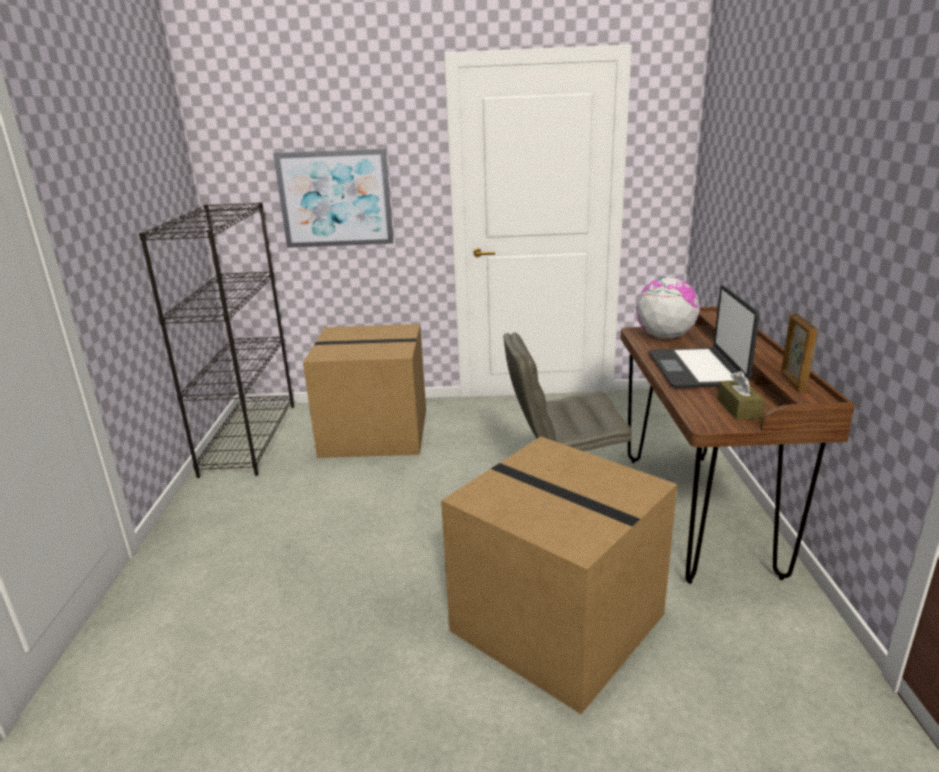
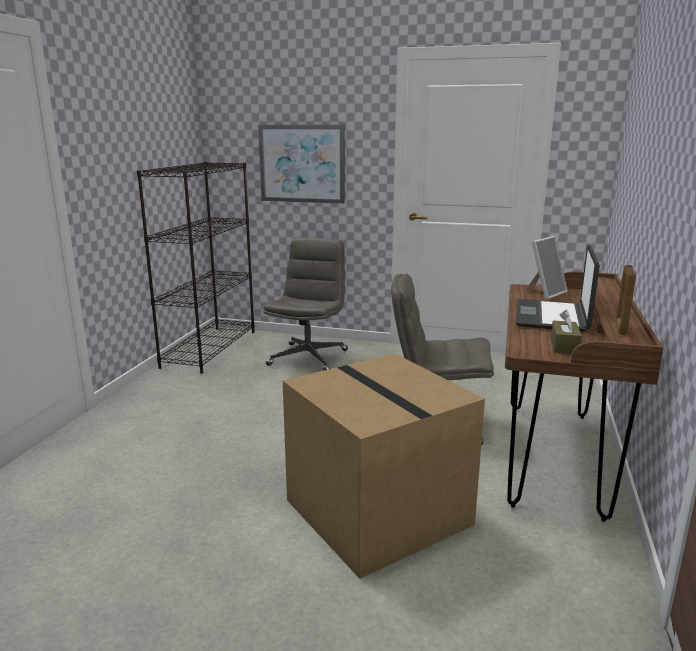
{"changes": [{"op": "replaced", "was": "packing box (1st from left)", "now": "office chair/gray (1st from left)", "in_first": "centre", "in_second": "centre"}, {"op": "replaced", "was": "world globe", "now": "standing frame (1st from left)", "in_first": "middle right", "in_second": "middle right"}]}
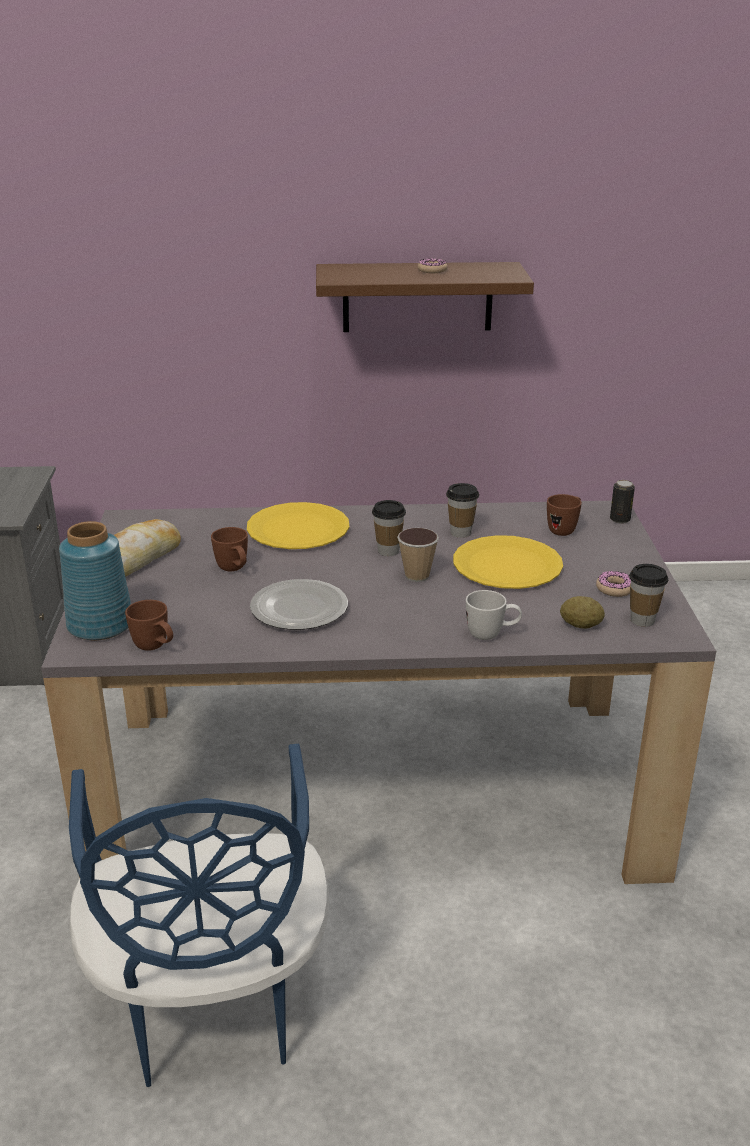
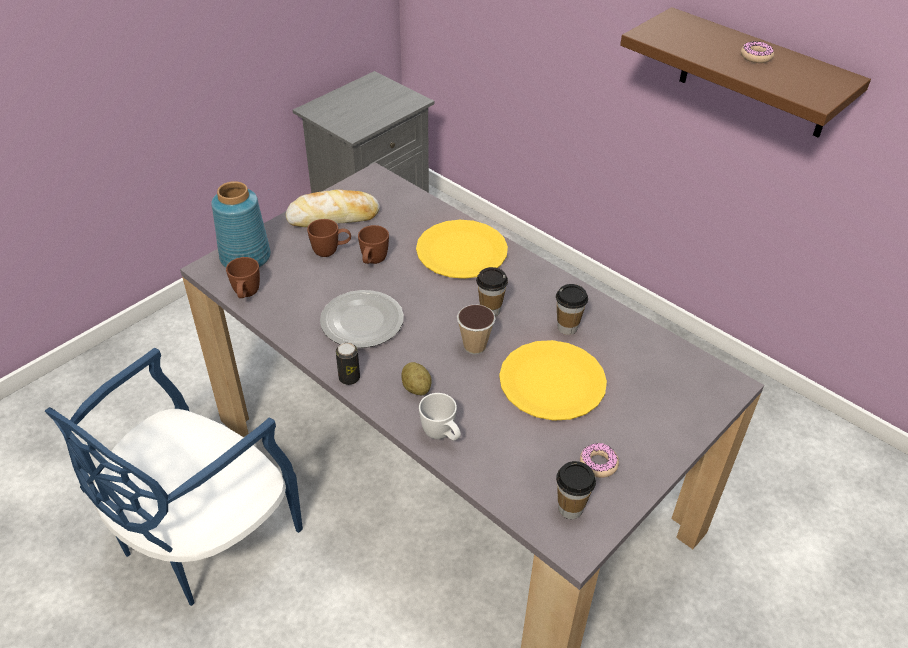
{"changes": [{"op": "moved", "was": "tea mug/brown-coloured (3rd from left in the first image)", "now": "tea mug/brown-coloured (2nd from left)", "in_first": "middle right", "in_second": "centre"}, {"op": "moved", "was": "potato", "in_first": "middle right", "in_second": "centre"}, {"op": "moved", "was": "sealed can", "in_first": "middle right", "in_second": "centre"}]}
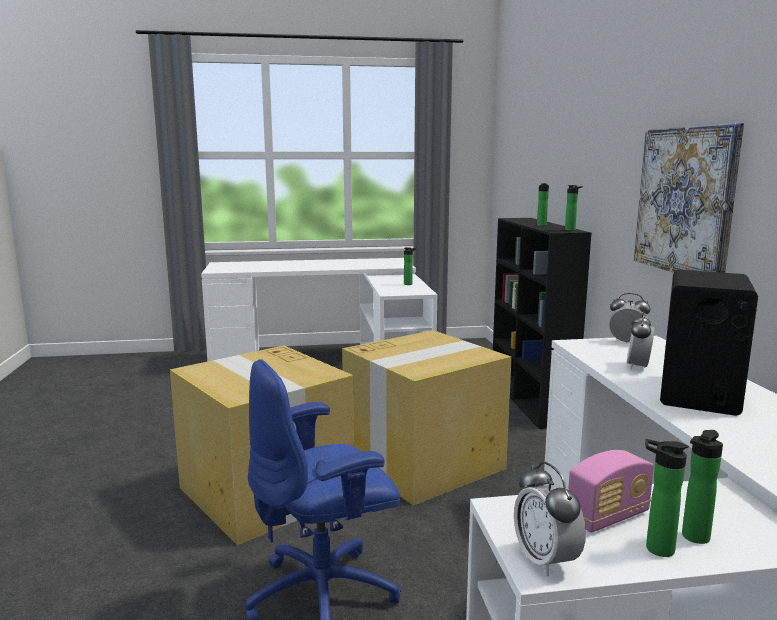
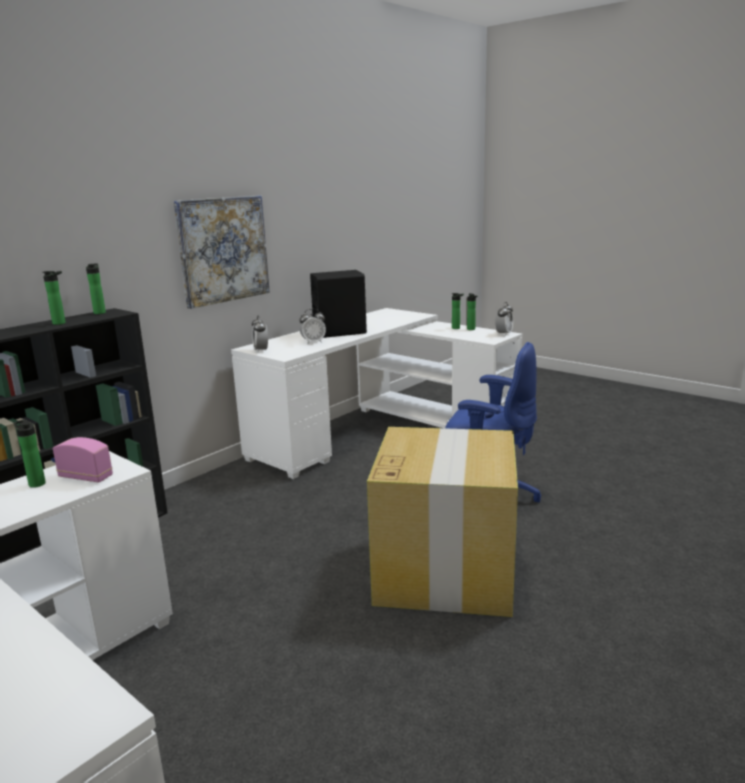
{"changes": [{"op": "removed", "was": "packing box (2nd from left)", "in_first": "bottom centre"}, {"op": "moved", "was": "radio set", "in_first": "bottom right", "in_second": "middle left"}]}
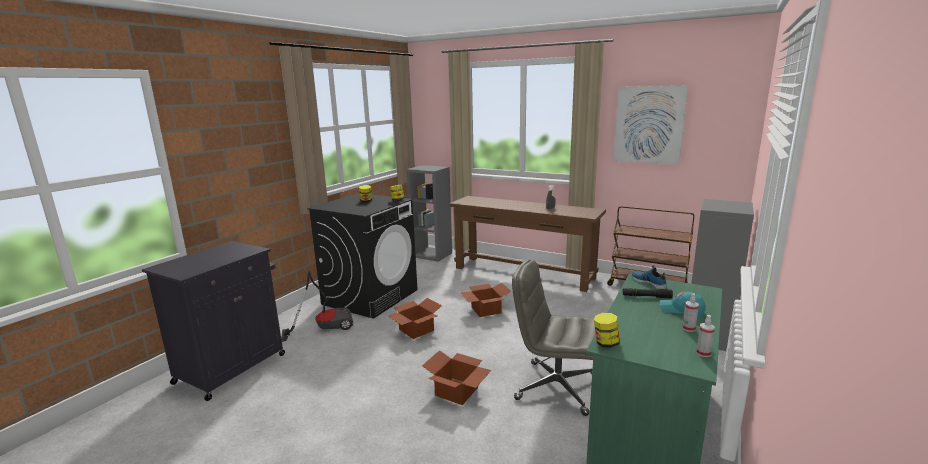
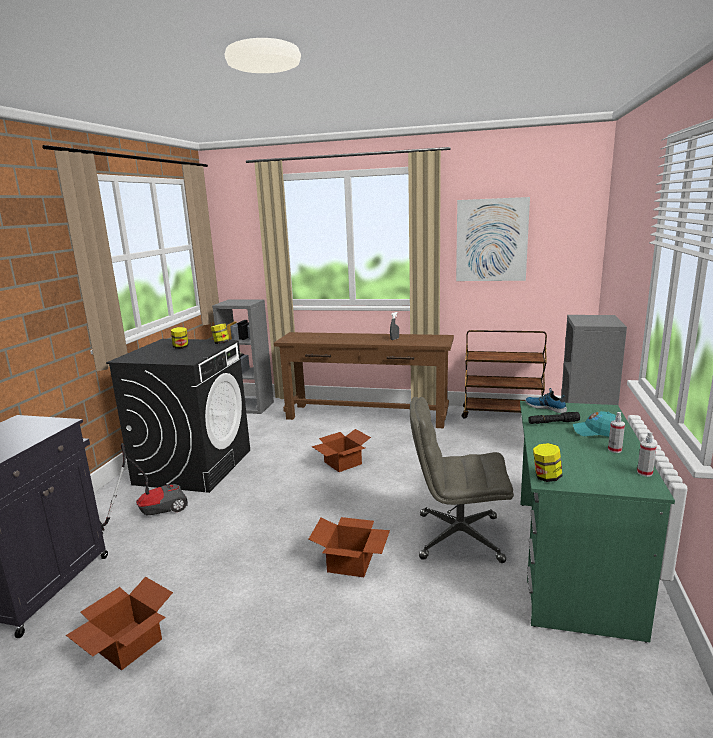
{"changes": [{"op": "moved", "was": "packing box (1st from left)", "in_first": "bottom centre", "in_second": "bottom left"}]}
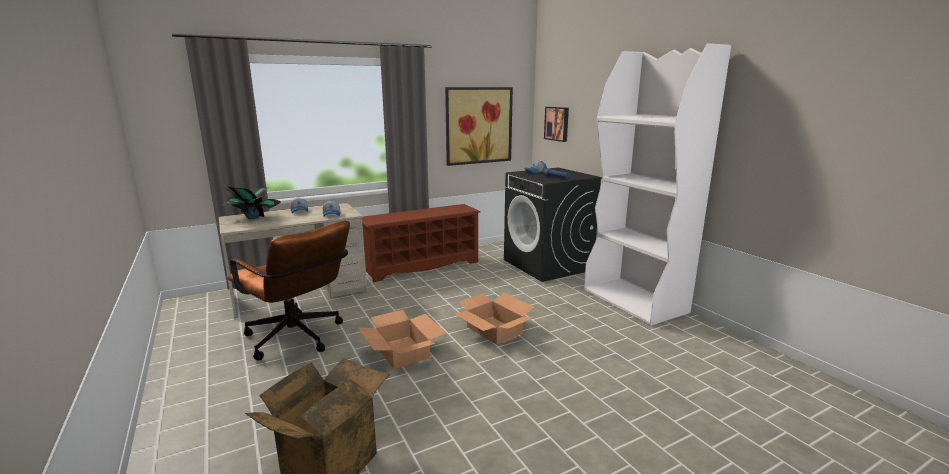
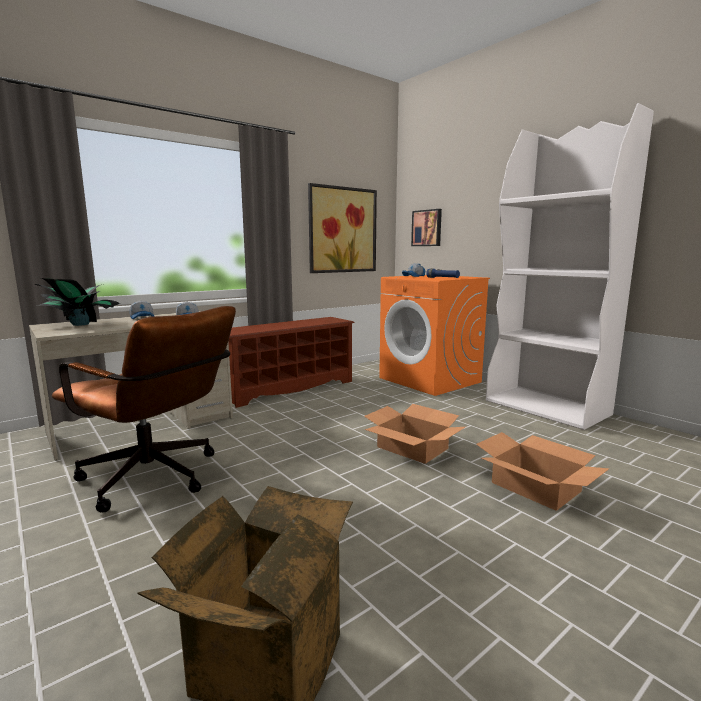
{"changes": [{"op": "moved", "was": "packing box (2nd from left in the first image)", "now": "packing box (3rd from left)", "in_first": "bottom centre", "in_second": "bottom right"}, {"op": "recoloured", "was": "laundry appliance/black-coloured", "now": "laundry appliance/orange-coloured", "in_first": "centre", "in_second": "centre"}]}
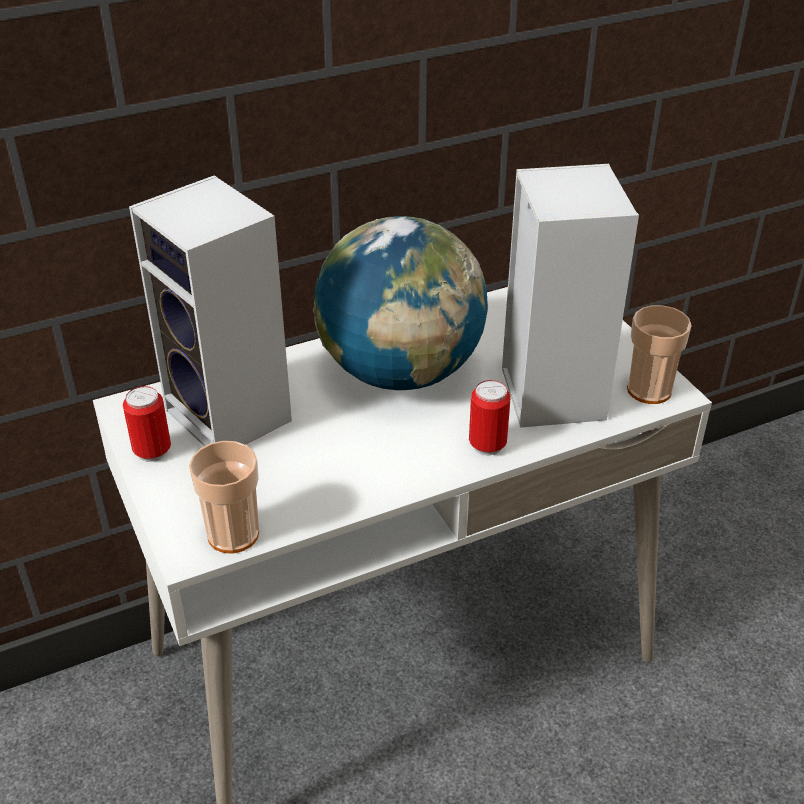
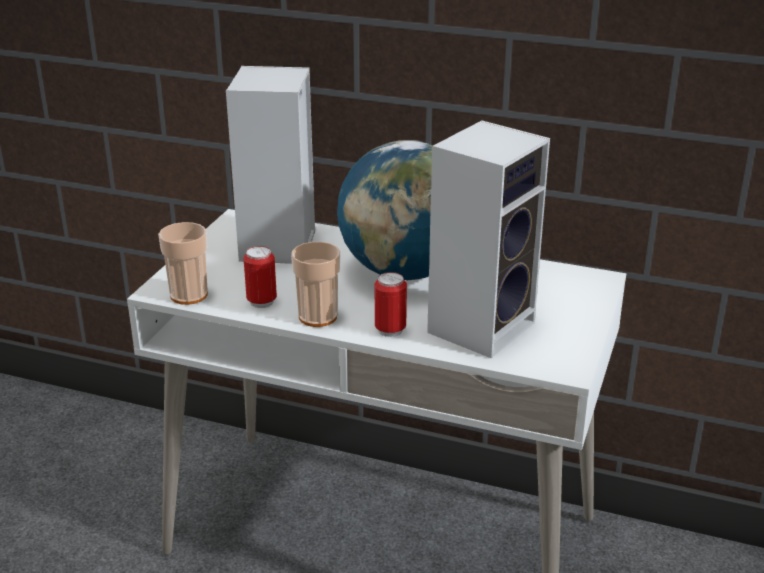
{"changes": [{"op": "moved", "was": "sealed can (1st from left)", "in_first": "middle left", "in_second": "centre"}, {"op": "moved", "was": "cup (2nd from left)", "in_first": "middle right", "in_second": "centre"}]}
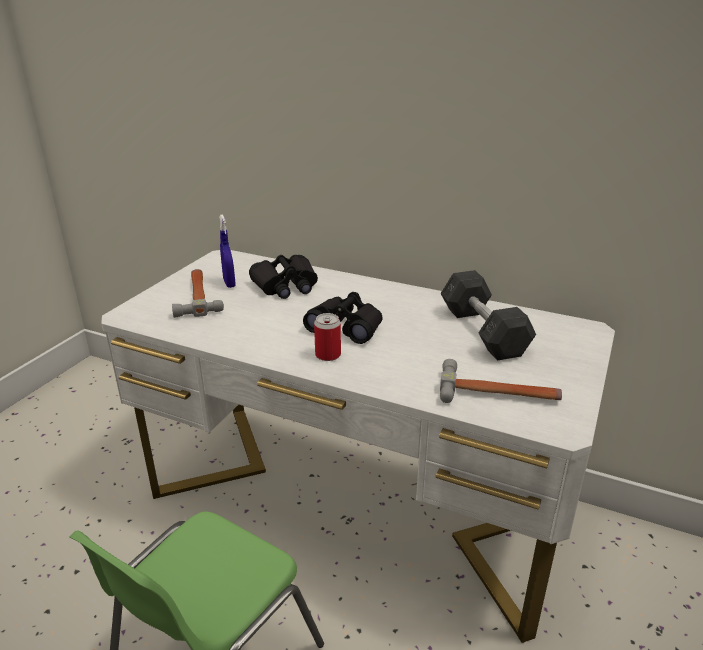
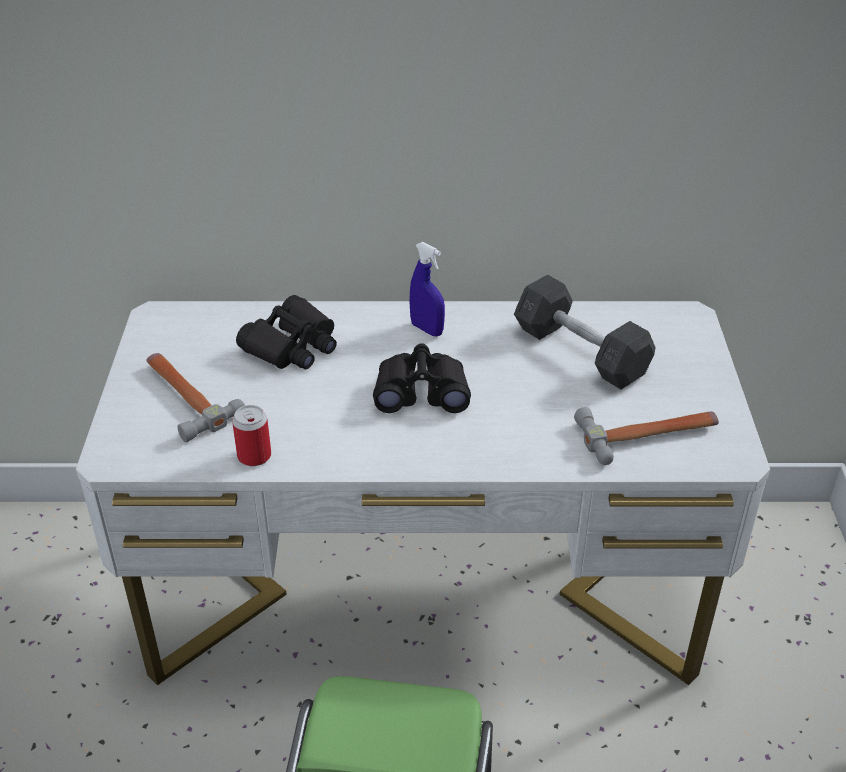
{"changes": [{"op": "moved", "was": "hand sprayer/blue-coloured", "in_first": "middle left", "in_second": "centre"}, {"op": "moved", "was": "sealed can", "in_first": "centre", "in_second": "middle left"}]}
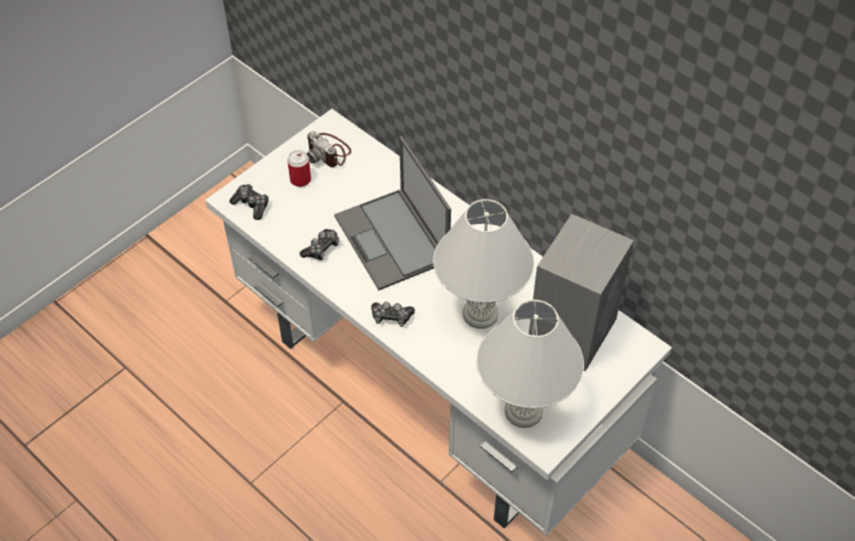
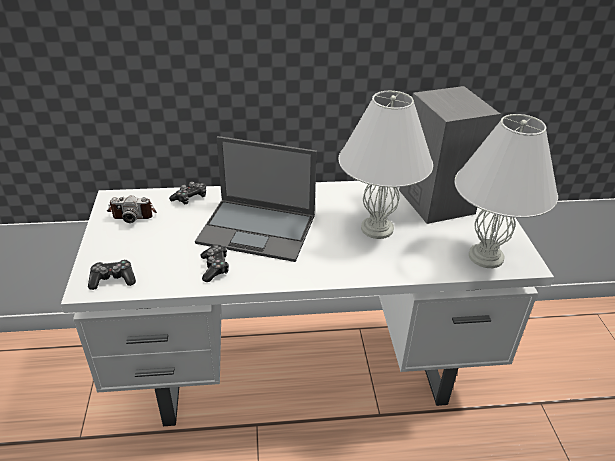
{"changes": [{"op": "removed", "was": "sealed can", "in_first": "top centre"}, {"op": "moved", "was": "joypad (3rd from left in the first image)", "now": "joypad (2nd from left)", "in_first": "centre", "in_second": "middle left"}]}
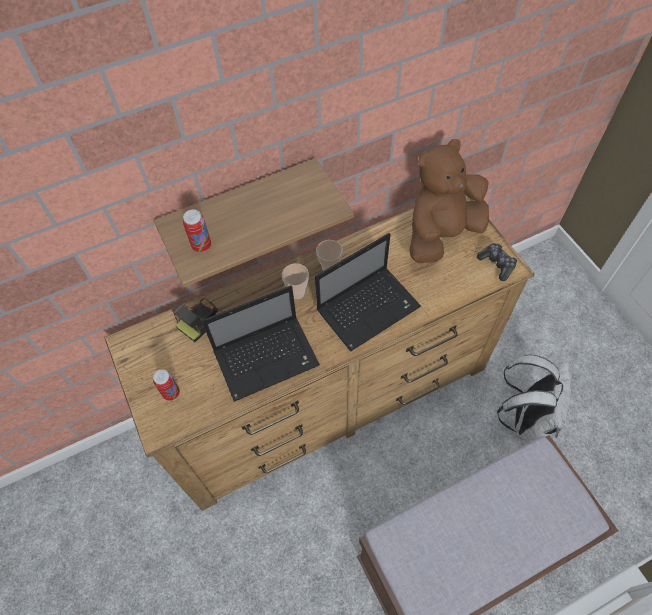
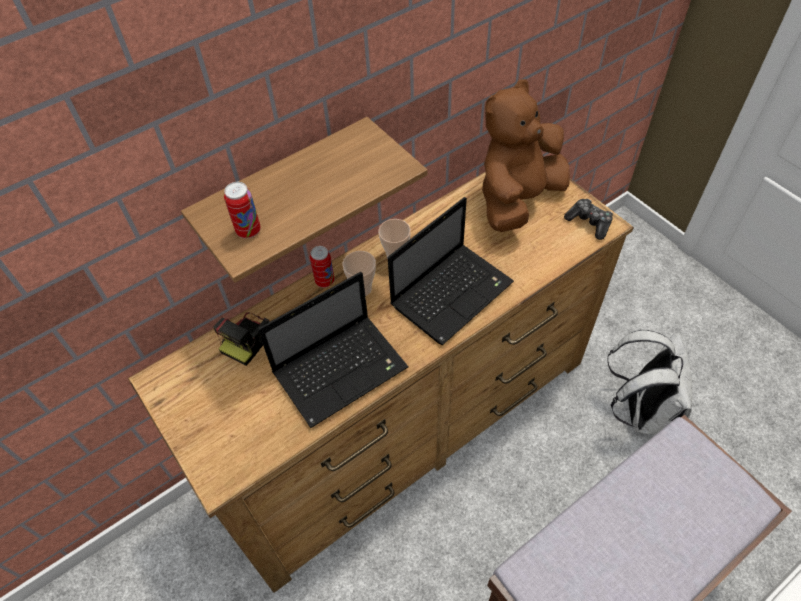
{"changes": [{"op": "moved", "was": "sealed can (1st from left in the first image)", "now": "sealed can (2nd from left)", "in_first": "middle left", "in_second": "centre"}]}
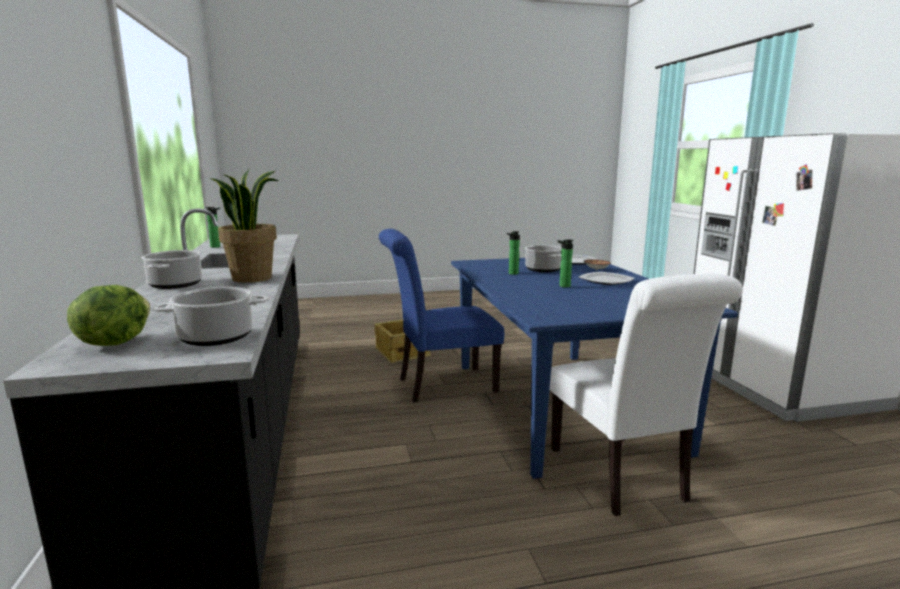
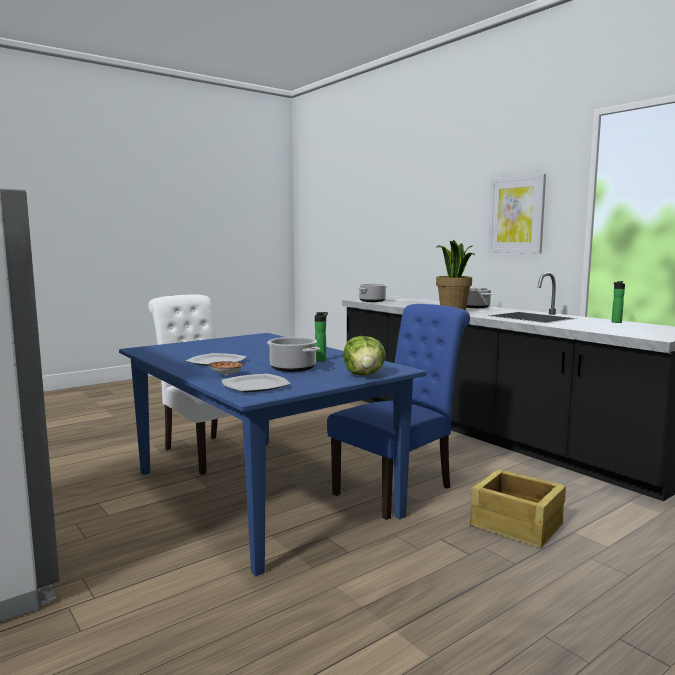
{"changes": [{"op": "moved", "was": "lettuce head", "in_first": "middle left", "in_second": "centre"}, {"op": "removed", "was": "beverage bottle (3rd from left)", "in_first": "centre"}, {"op": "added", "now": "wall picture", "in_second": "top right"}]}
